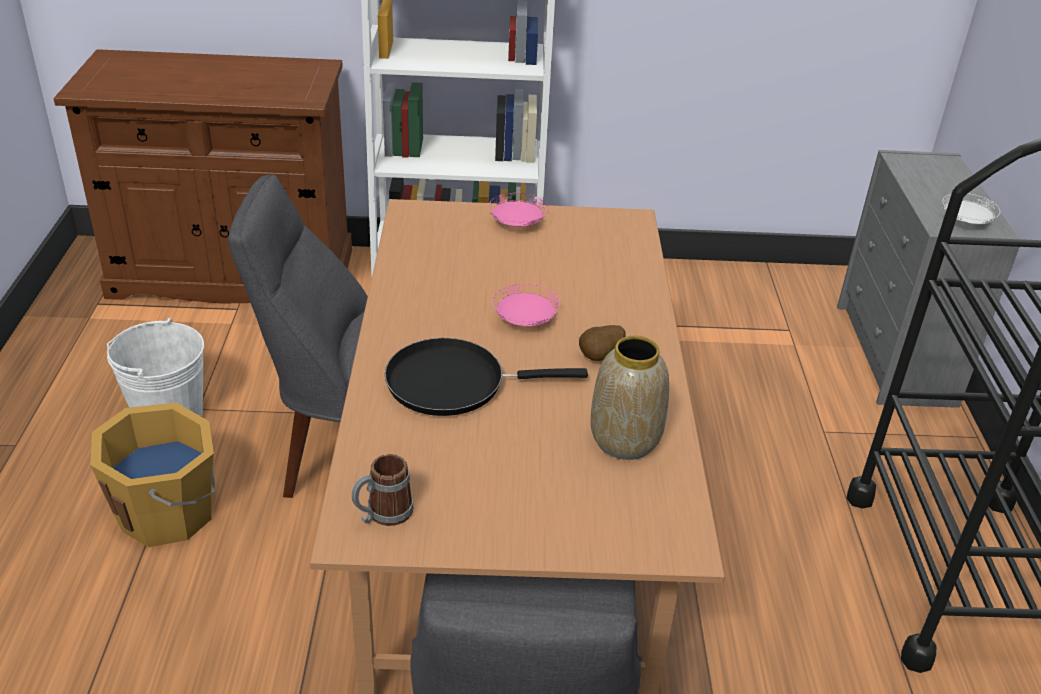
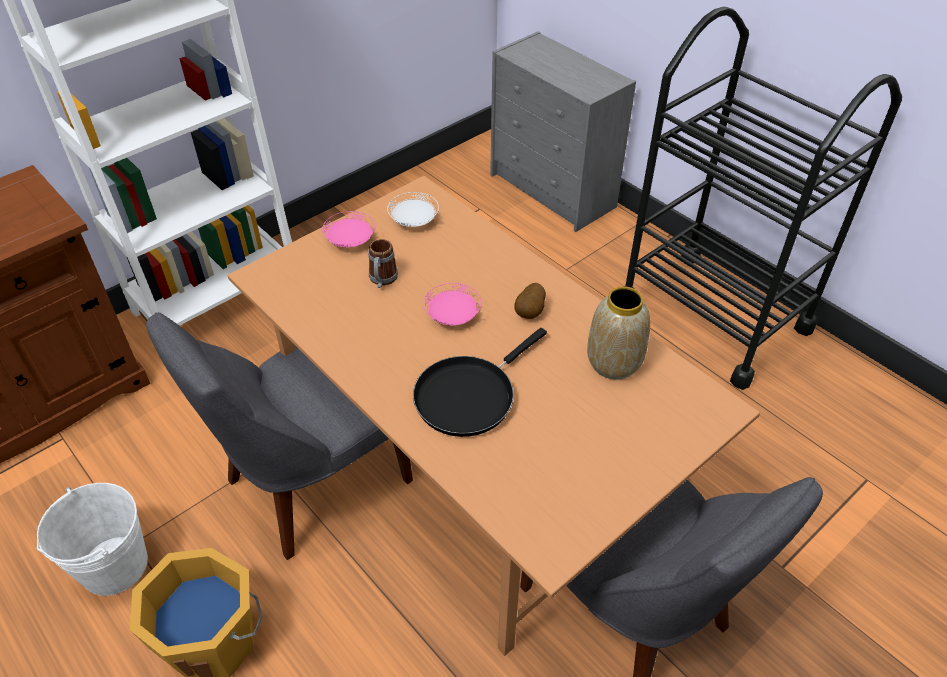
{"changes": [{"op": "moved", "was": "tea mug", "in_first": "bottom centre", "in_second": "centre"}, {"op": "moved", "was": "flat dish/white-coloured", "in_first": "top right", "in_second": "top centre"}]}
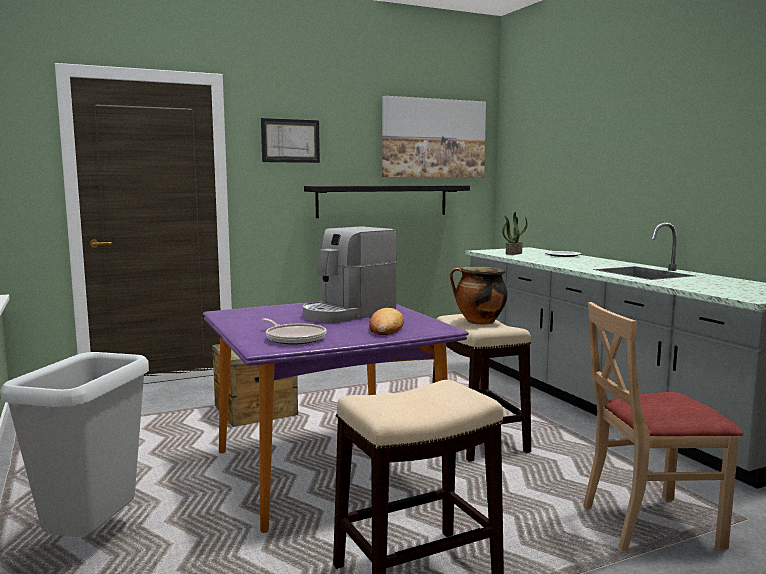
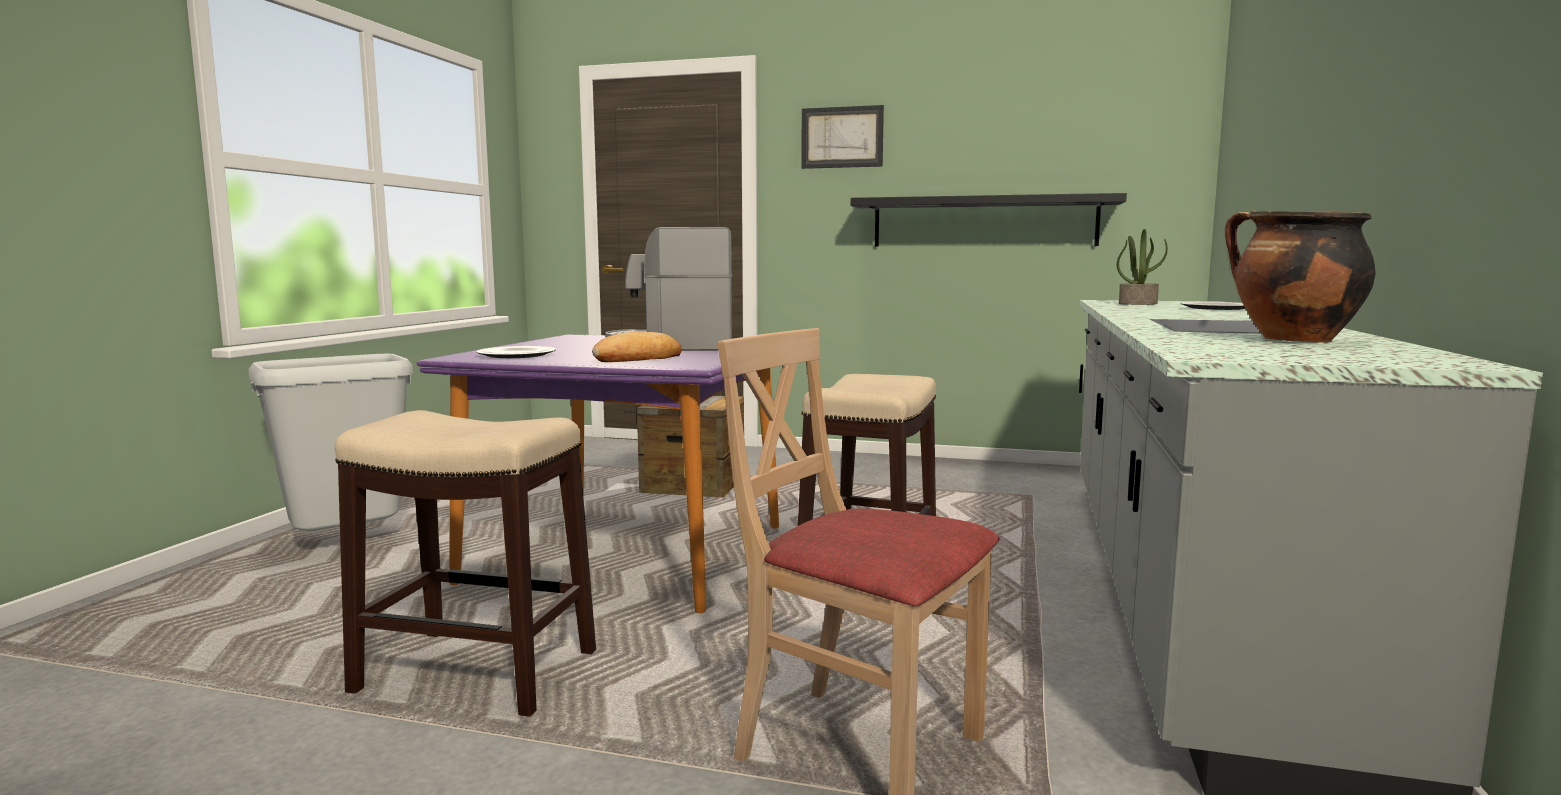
{"changes": [{"op": "replaced", "was": "skillet", "now": "flat dish (1st from left)", "in_first": "centre", "in_second": "middle left"}, {"op": "removed", "was": "wall picture (2nd from left)", "in_first": "top centre"}, {"op": "moved", "was": "stockpot", "in_first": "centre", "in_second": "middle right"}]}
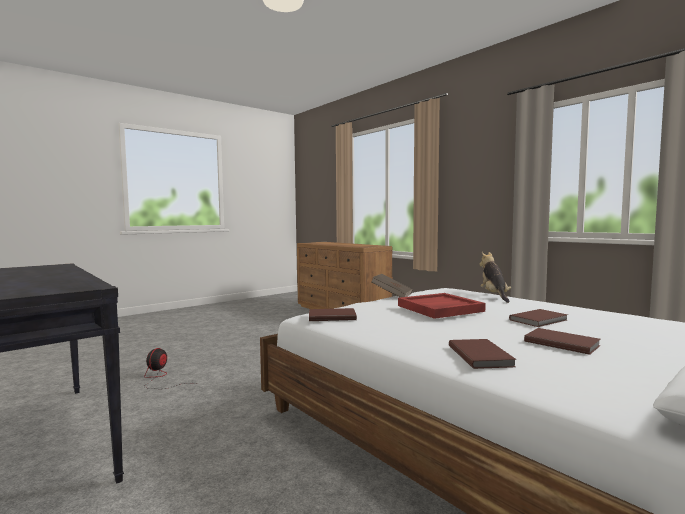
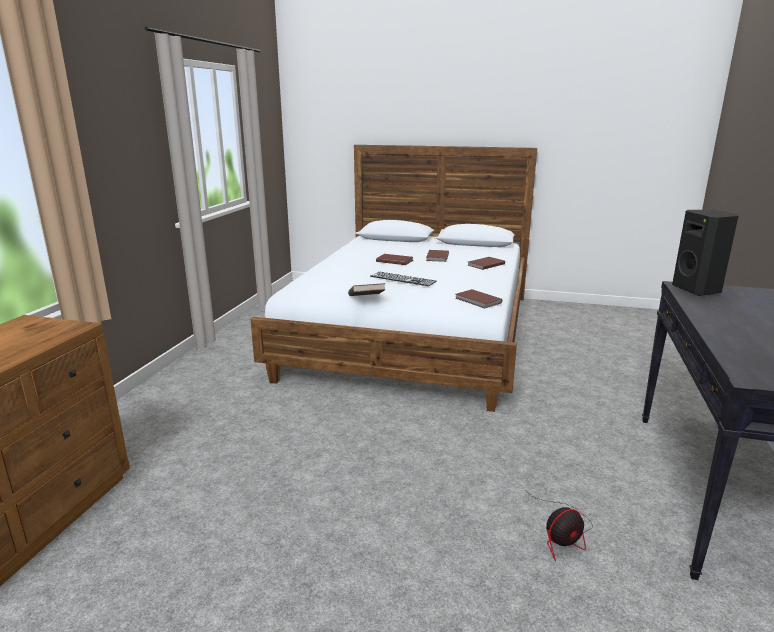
{"changes": [{"op": "replaced", "was": "carrying tray/red", "now": "keyboard", "in_first": "centre", "in_second": "centre"}, {"op": "removed", "was": "plush toy", "in_first": "middle right"}, {"op": "added", "now": "audio speaker/black-coloured", "in_second": "middle right"}]}
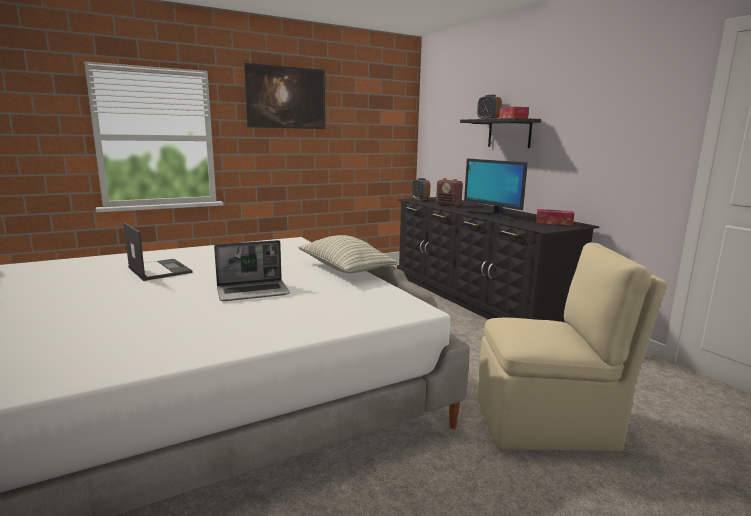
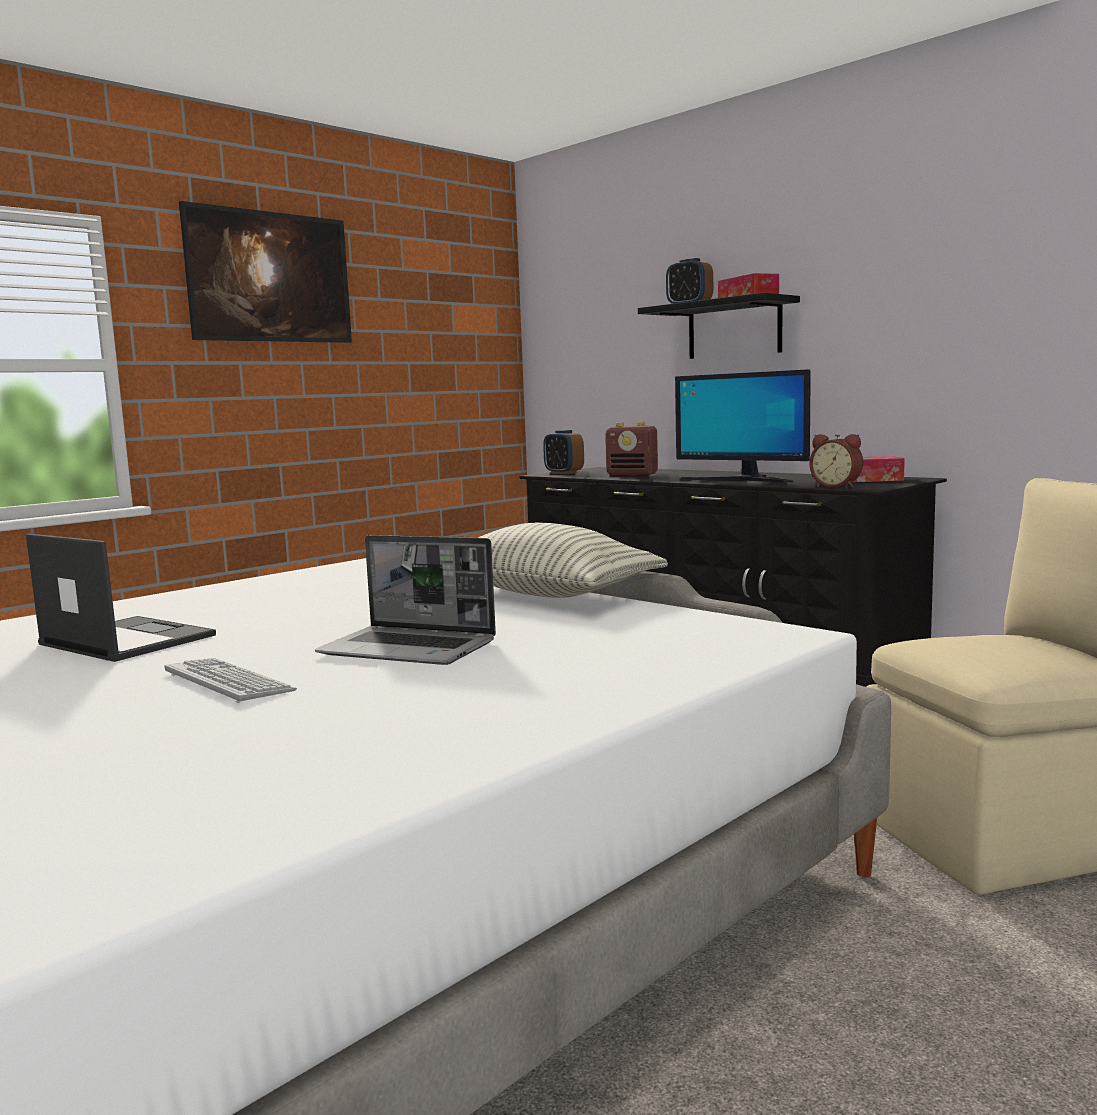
{"changes": [{"op": "turned", "was": "laptop (2nd from left)", "in_first": "centre", "in_second": "centre", "clockwise": 60}, {"op": "added", "now": "keyboard", "in_second": "middle left"}, {"op": "added", "now": "bedside clock (3rd from left)", "in_second": "middle right"}]}
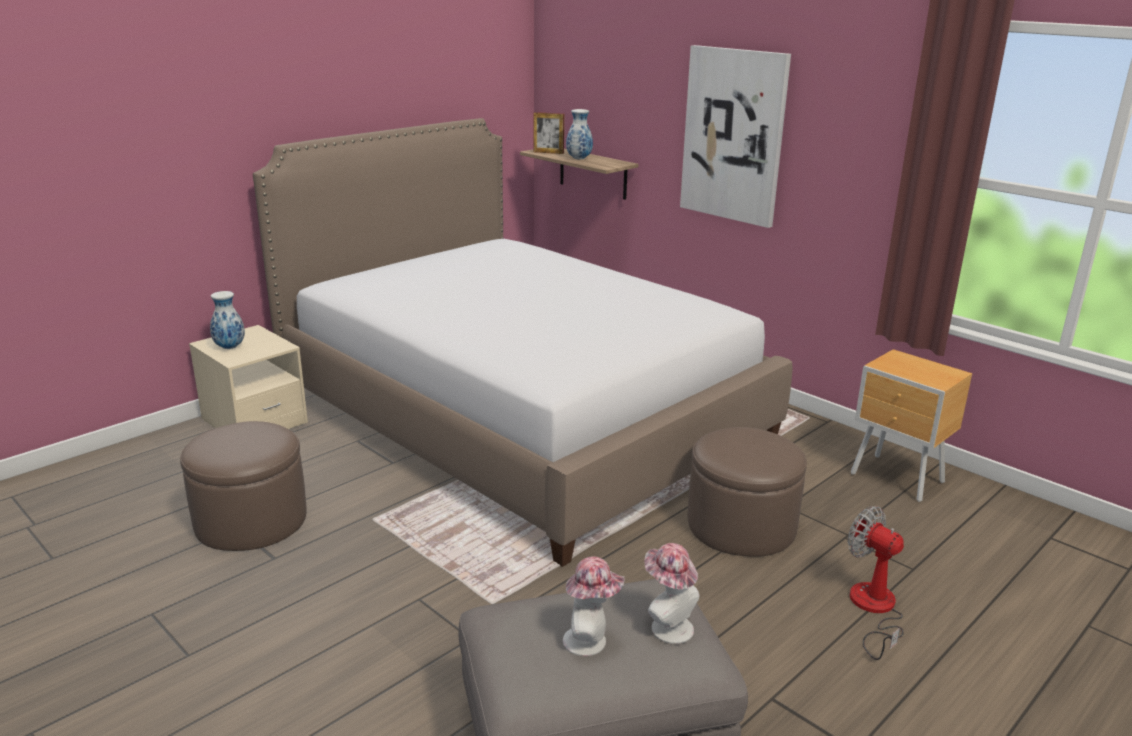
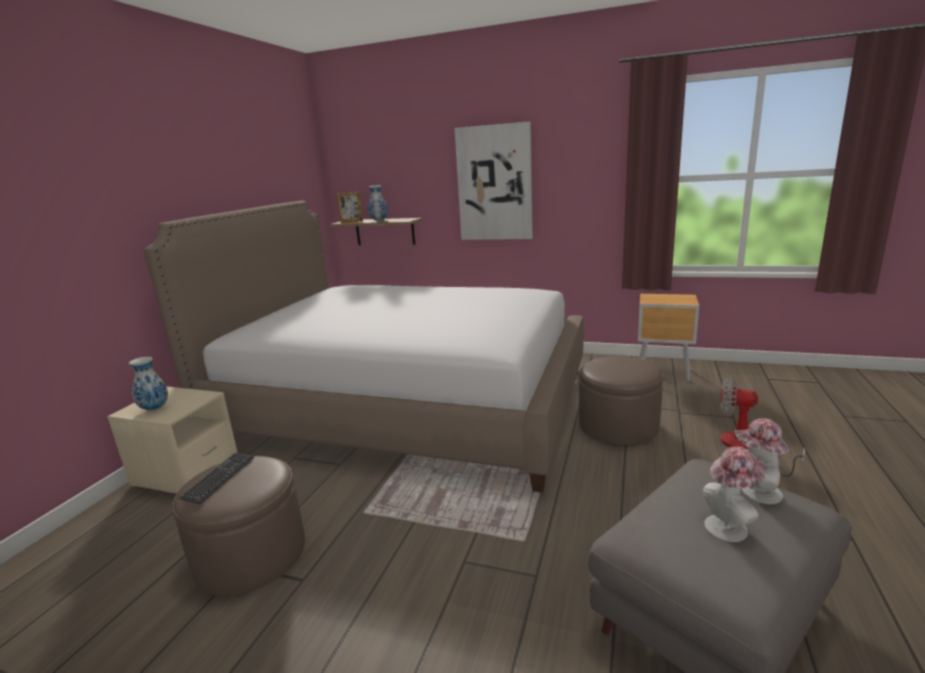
{"changes": [{"op": "added", "now": "keyboard", "in_second": "bottom left"}]}
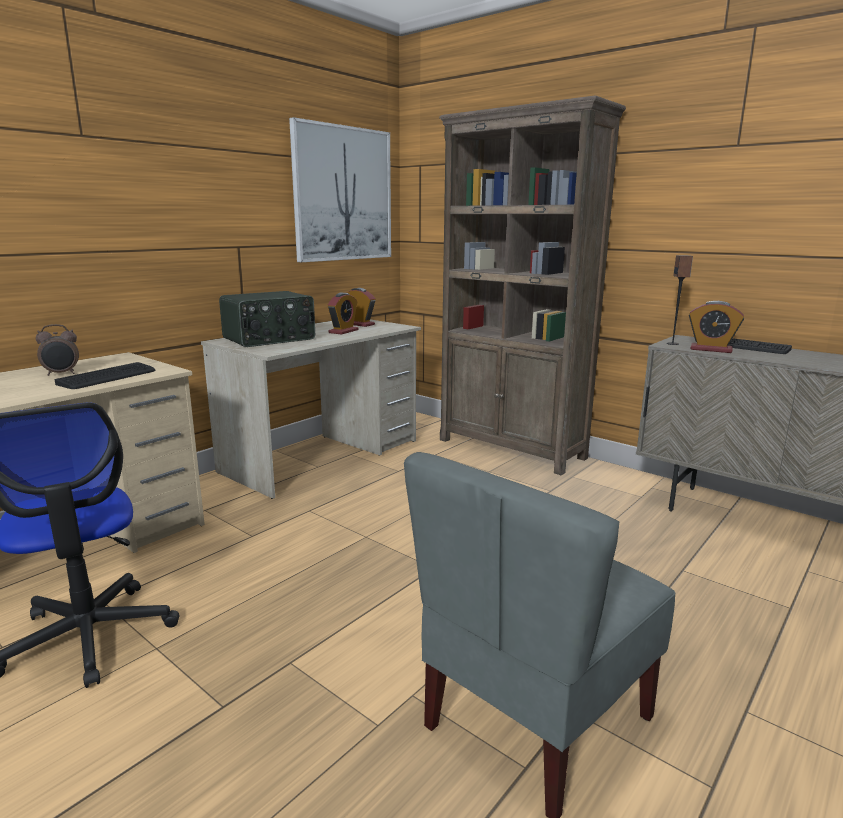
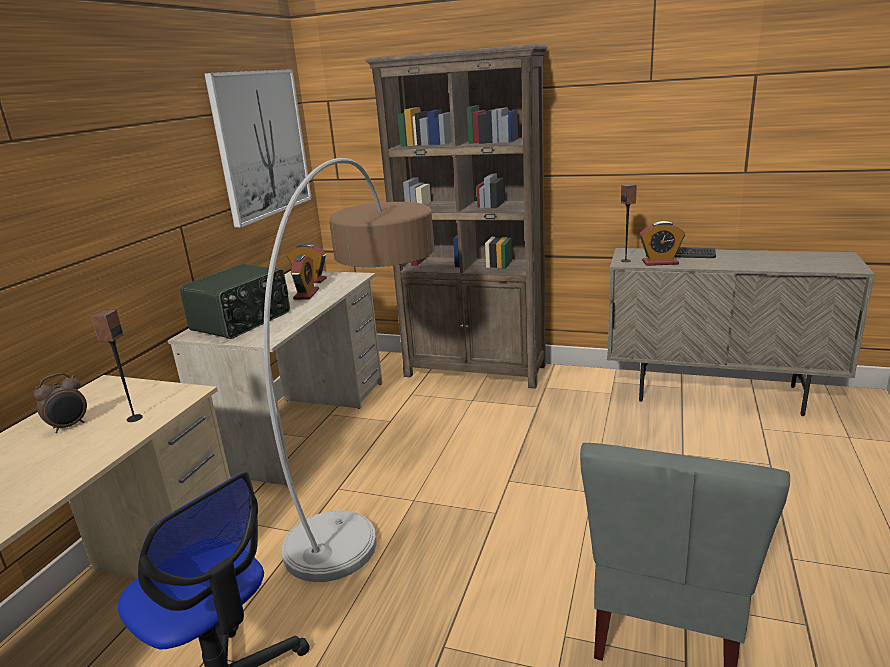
{"changes": [{"op": "replaced", "was": "keyboard (1st from left)", "now": "audio speaker (1st from left)", "in_first": "middle left", "in_second": "middle left"}, {"op": "added", "now": "floor lamp", "in_second": "centre"}]}
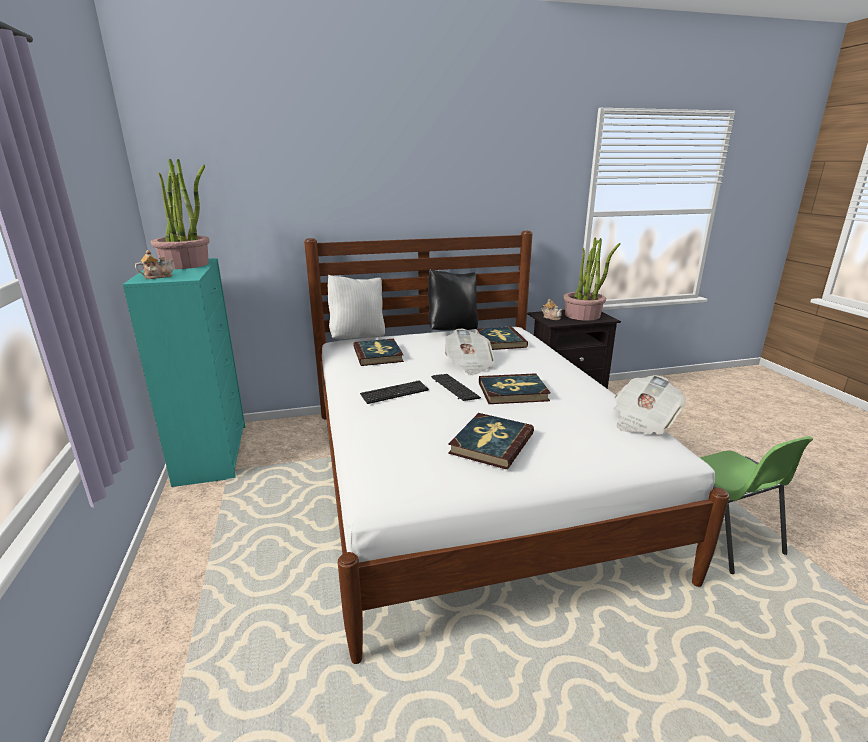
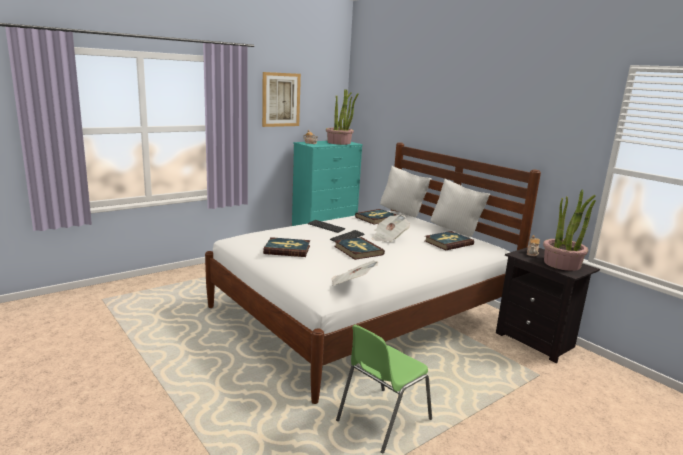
{"changes": [{"op": "recoloured", "was": "pillow/black-coloured", "now": "pillow/white-coloured (2nd from left)", "in_first": "centre", "in_second": "middle right"}, {"op": "added", "now": "wall picture", "in_second": "top centre"}]}
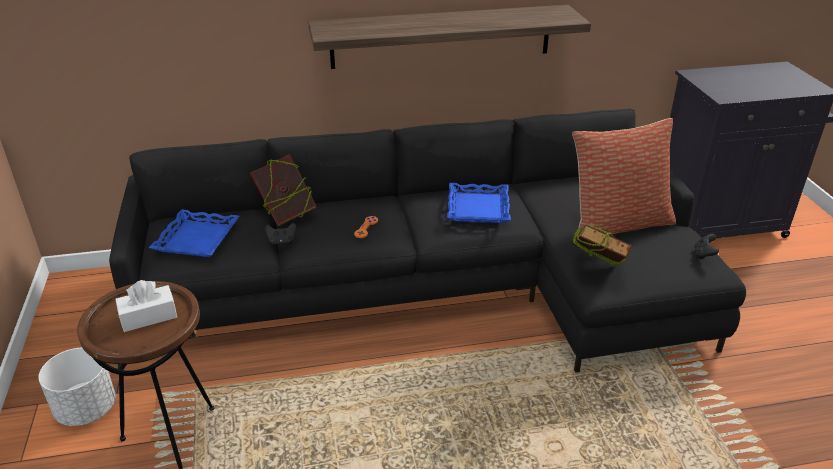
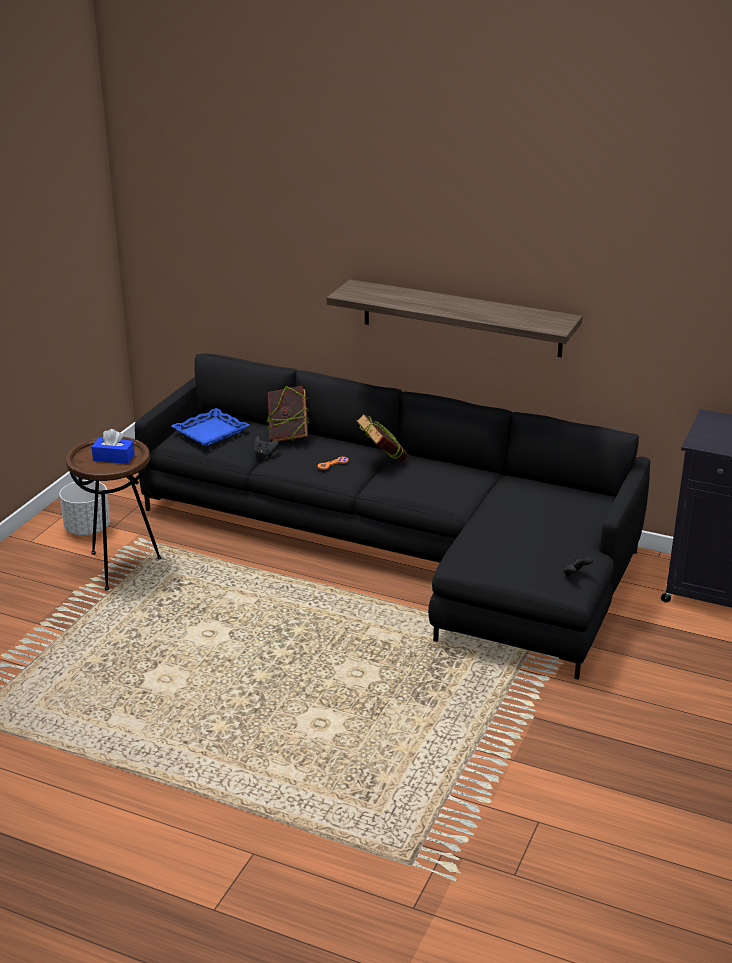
{"changes": [{"op": "recoloured", "was": "tissue holder/white-coloured", "now": "tissue holder/blue-coloured", "in_first": "middle left", "in_second": "middle left"}, {"op": "removed", "was": "carrying tray/blue-coloured (2nd from left)", "in_first": "centre"}, {"op": "removed", "was": "pillow", "in_first": "middle right"}, {"op": "moved", "was": "volume (2nd from left)", "in_first": "middle right", "in_second": "centre"}]}
